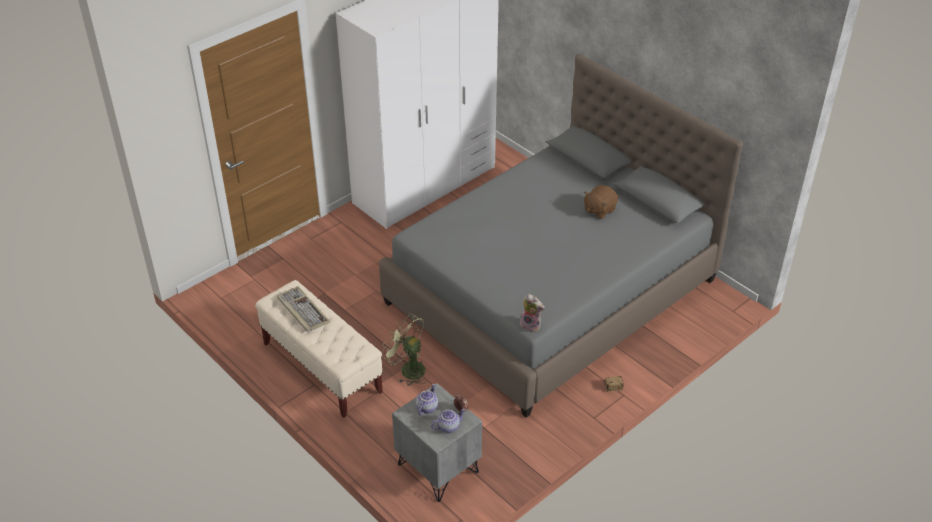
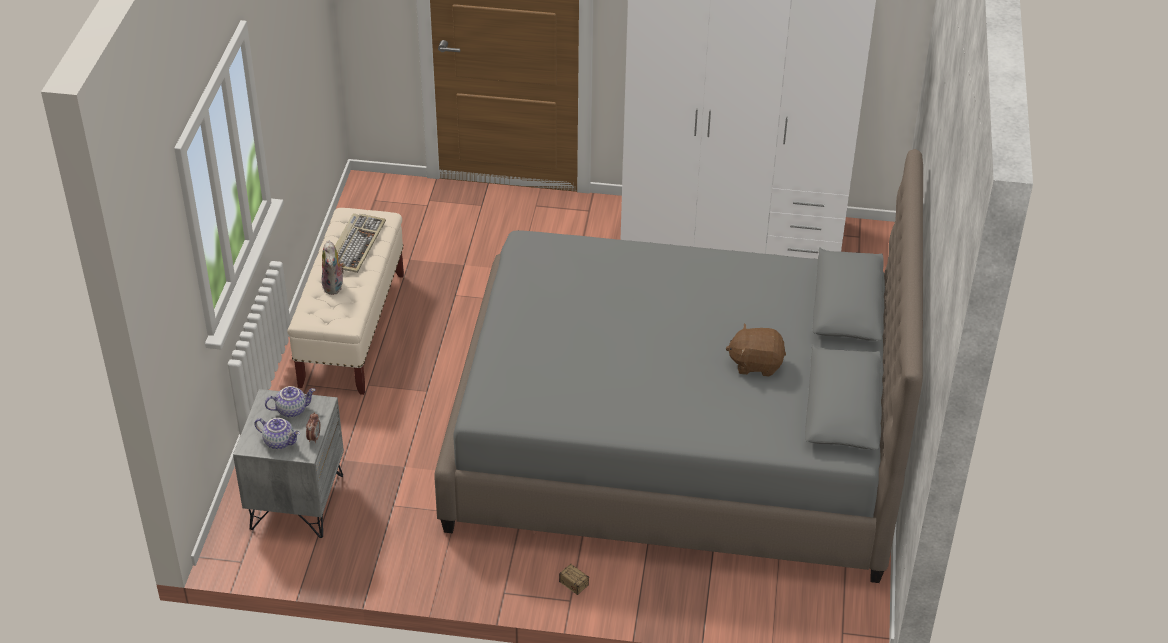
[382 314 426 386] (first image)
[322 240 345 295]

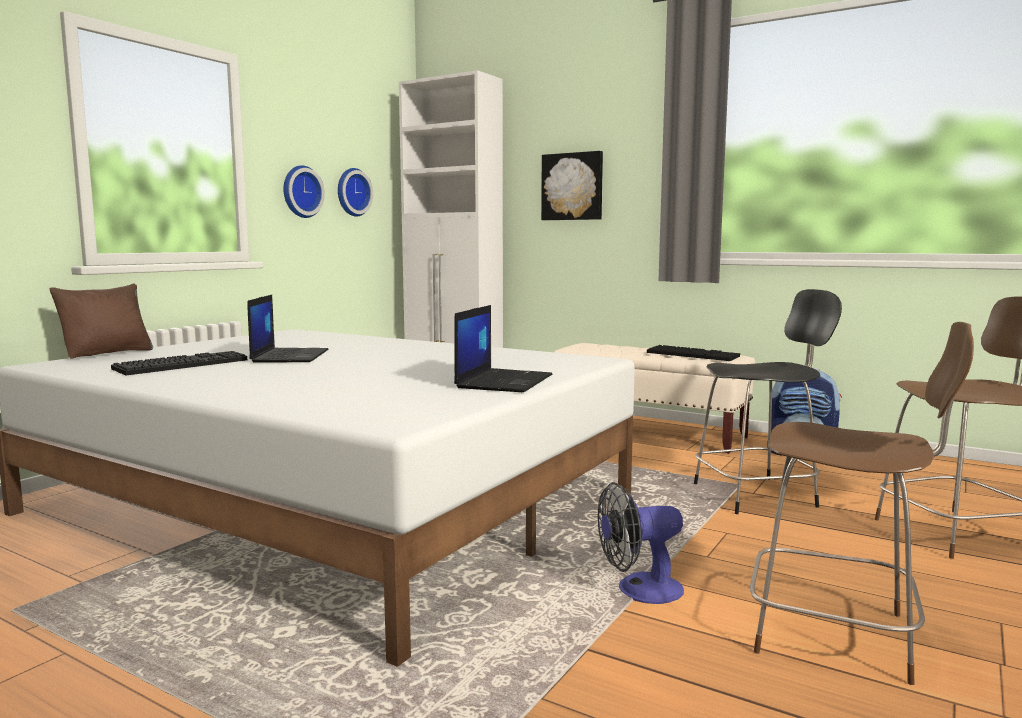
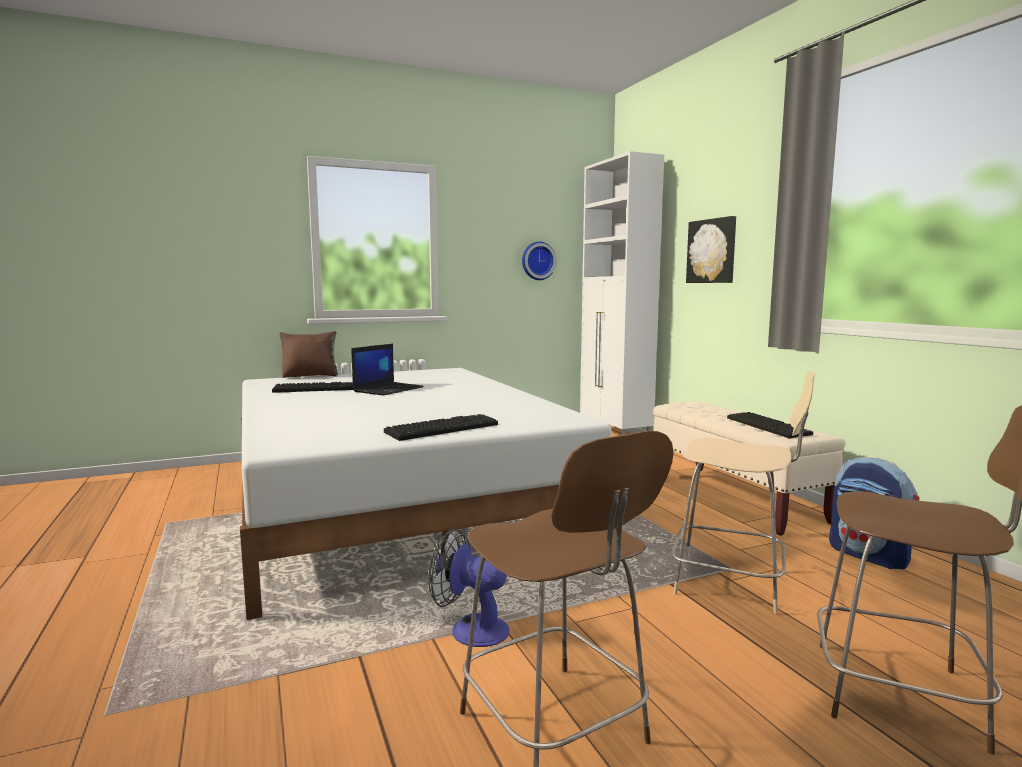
[283 165 325 218] (first image)
[384 414 498 441]
[671 371 815 614]

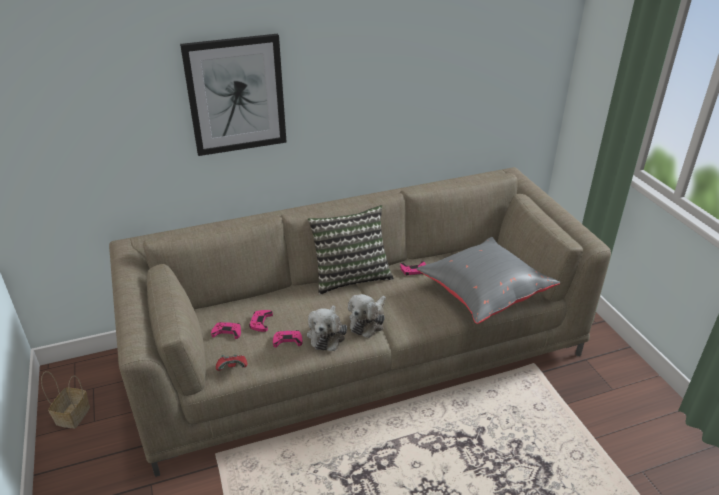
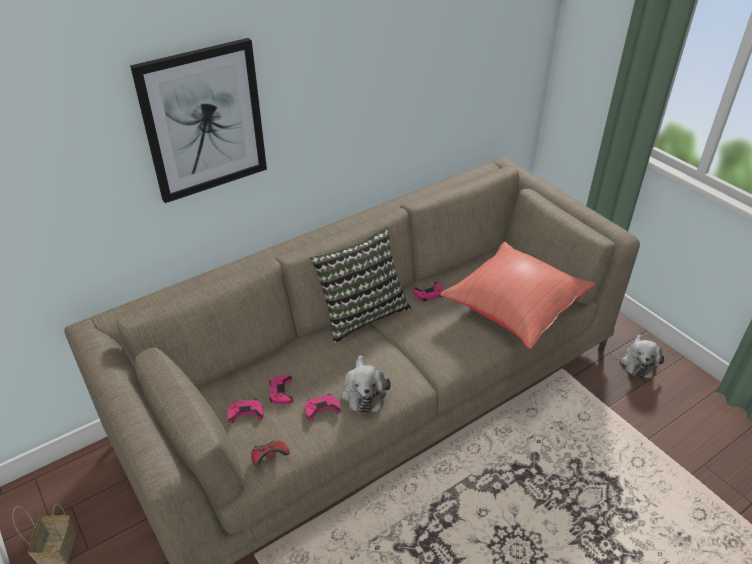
[621 335 664 378]
[440 242 595 349]

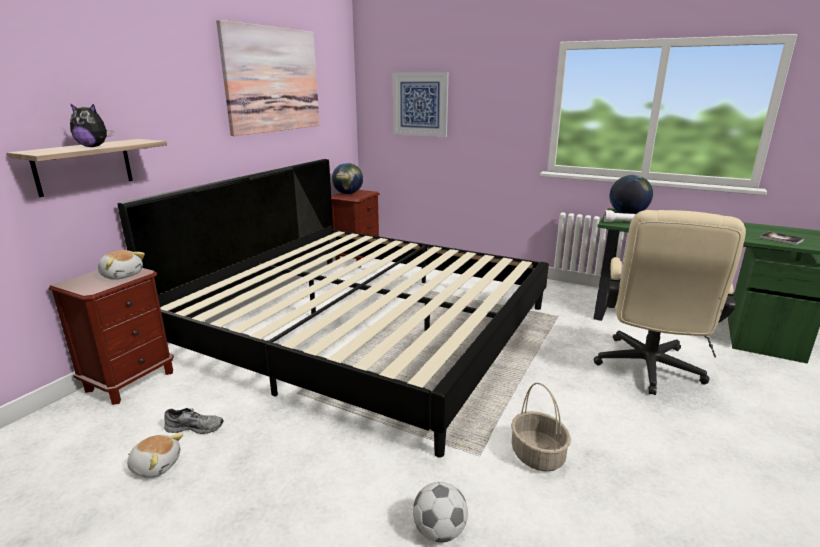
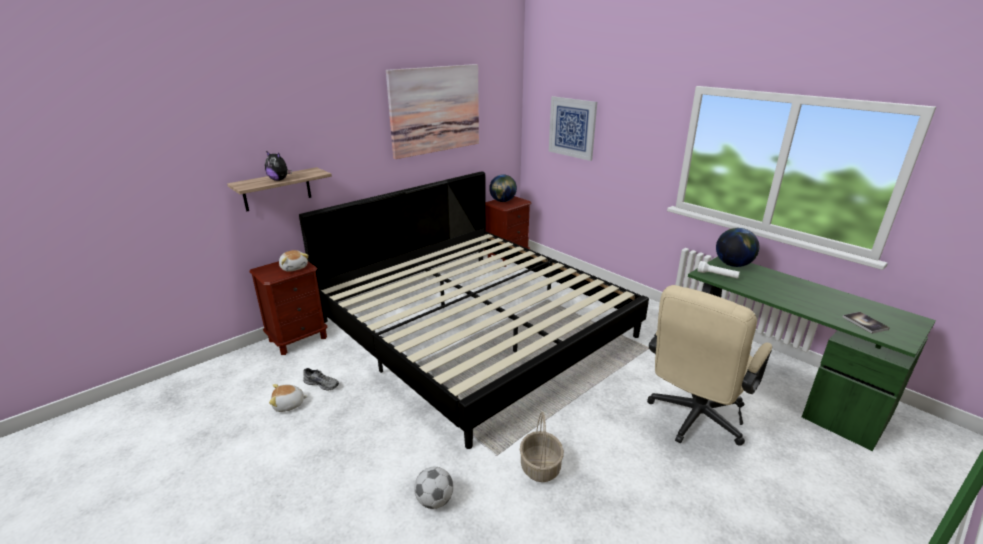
[269 384 308 412]

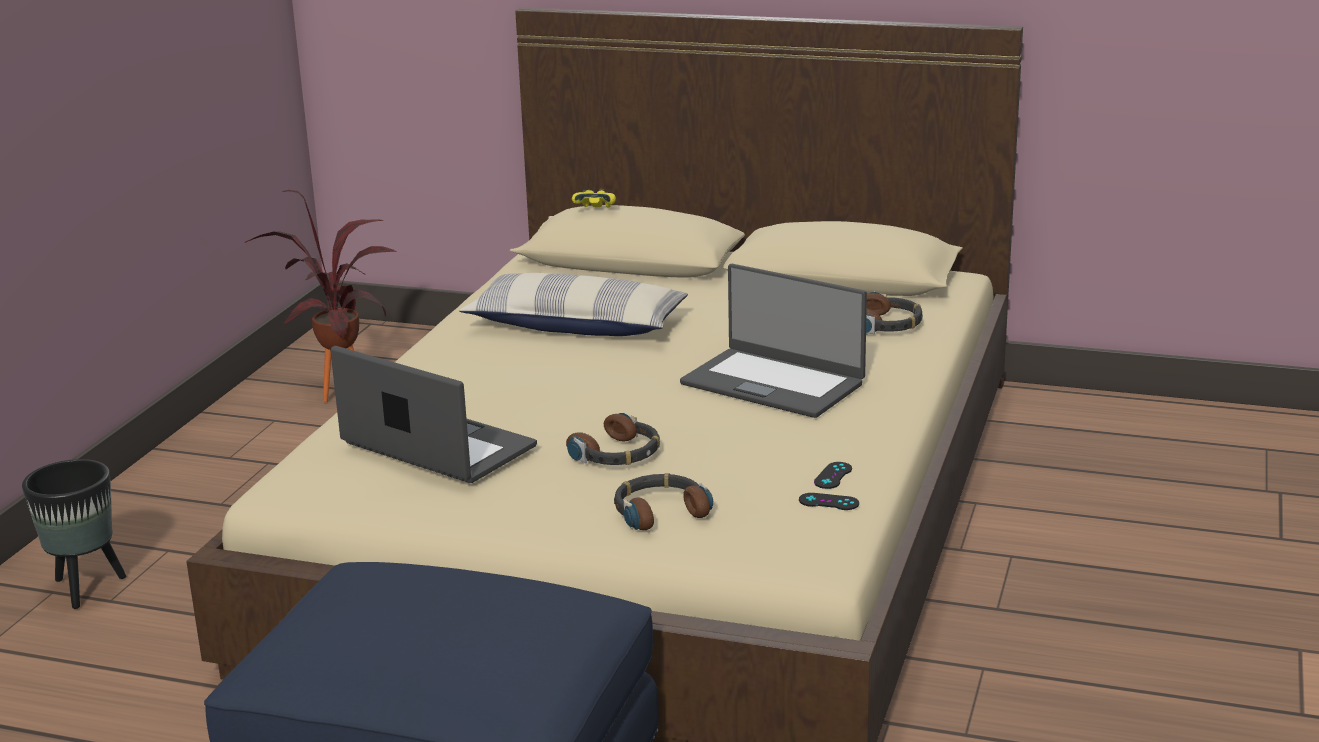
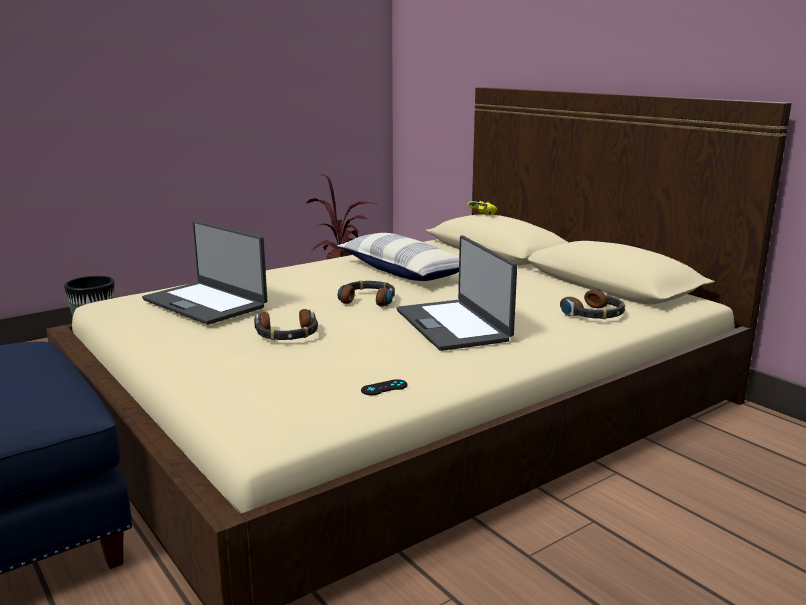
[142 221 267 325]
[338 280 395 306]
[799 493 859 510] (first image)

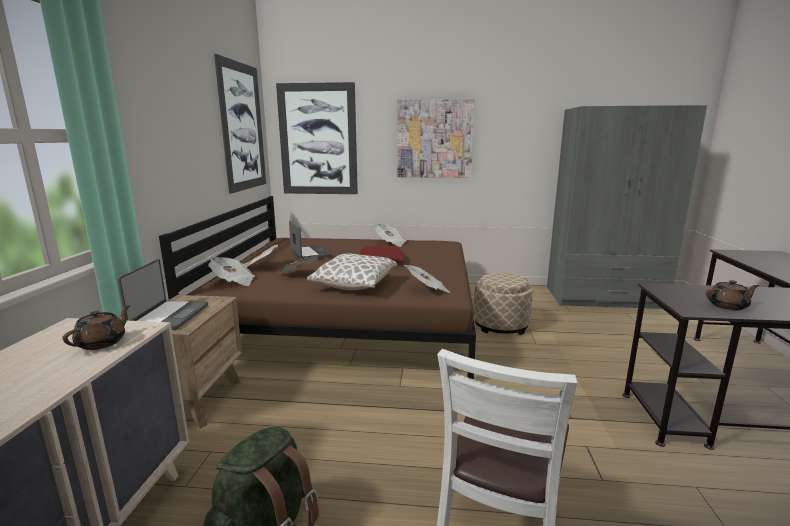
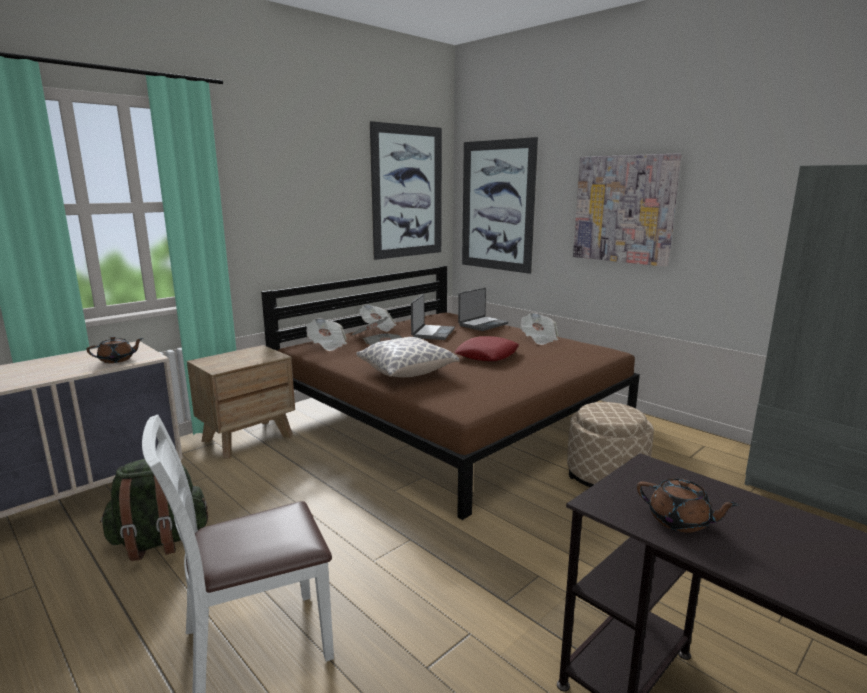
[458 288 509 331]
[359 304 396 332]

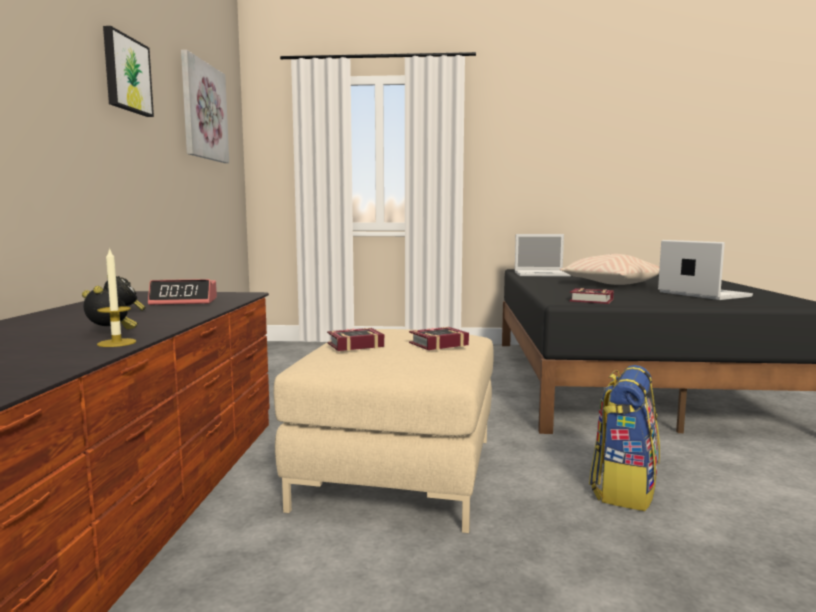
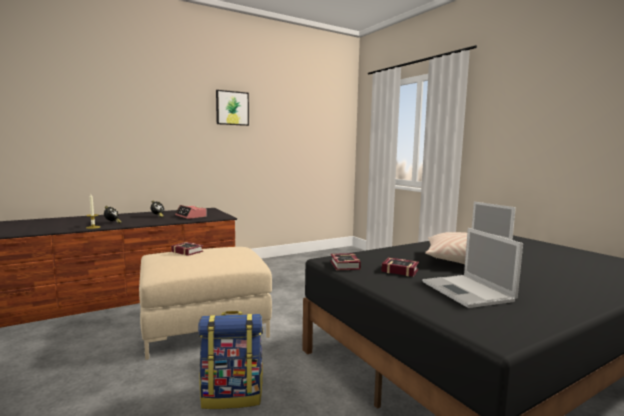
[181 50 229 163] (first image)
[381 257 419 277]
[422 228 523 308]

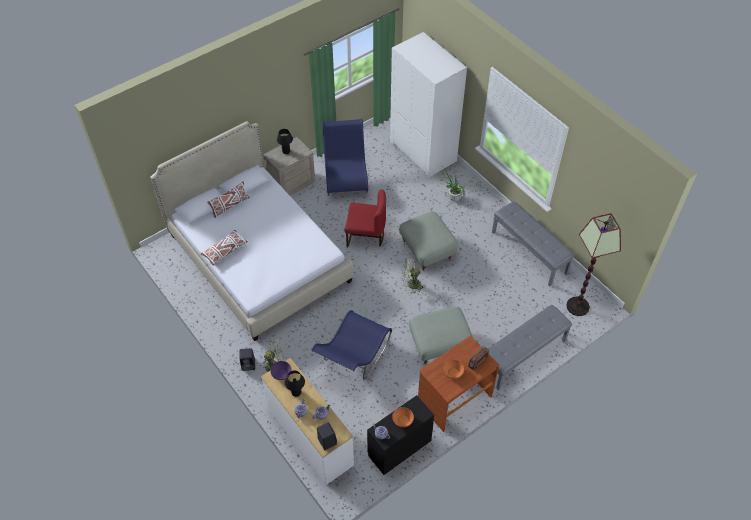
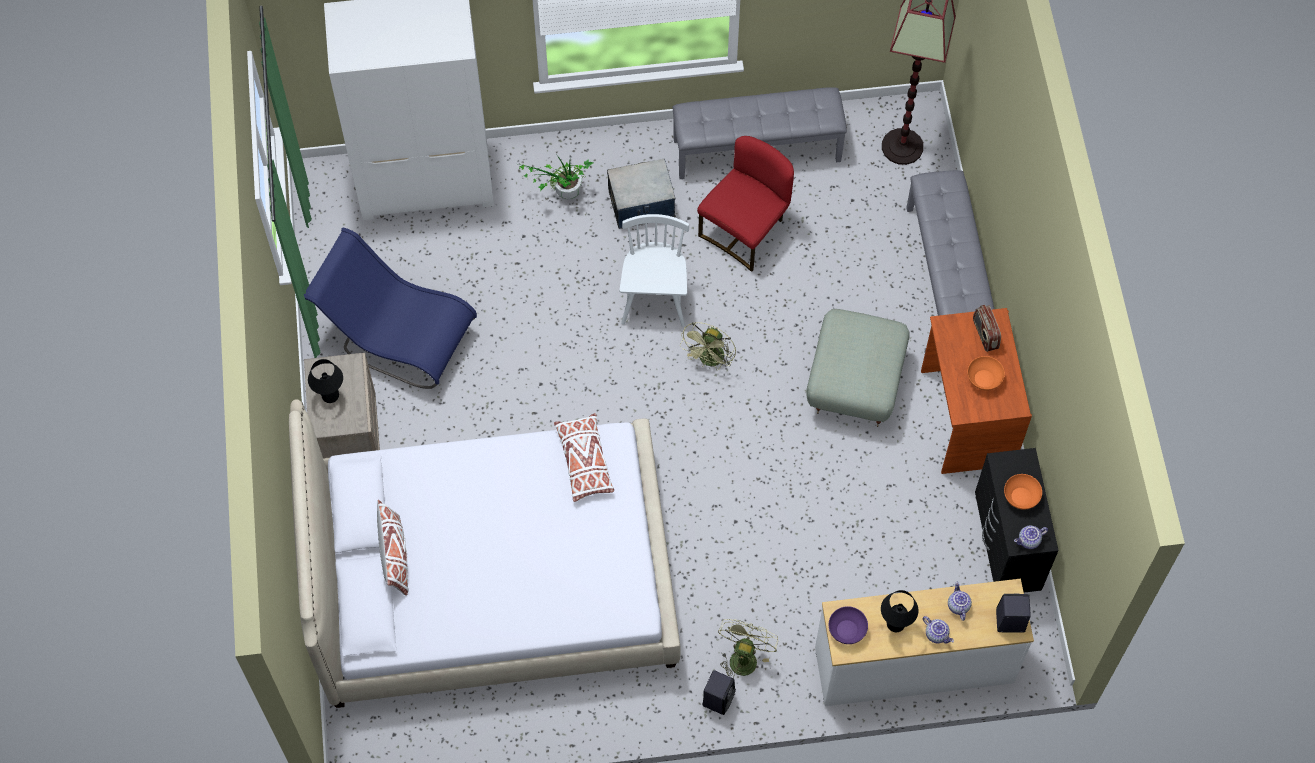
[554 413 614 502]
[311 310 392 380] (first image)
[697 136 794 272]
[619 214 689 327]
[607 159 676 229]

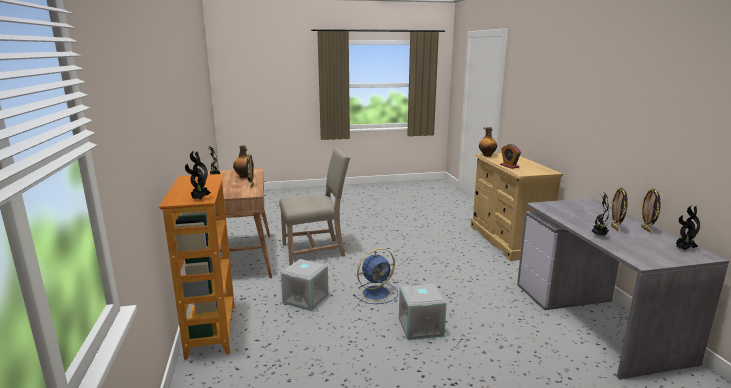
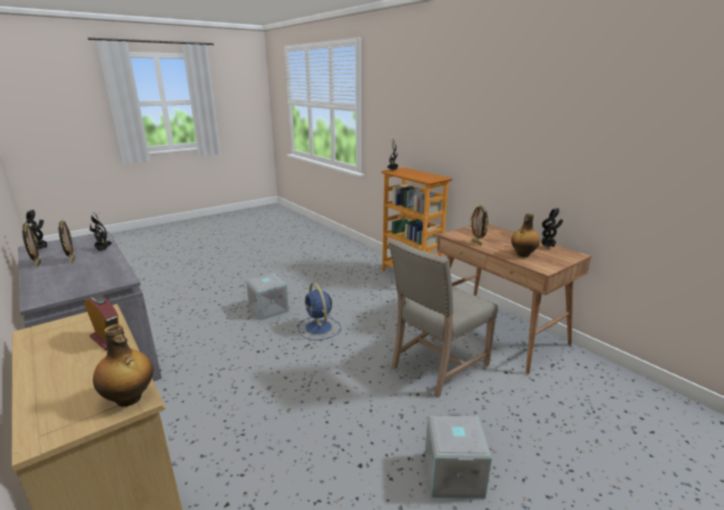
[425 413 492 498]
[298 283 341 340]

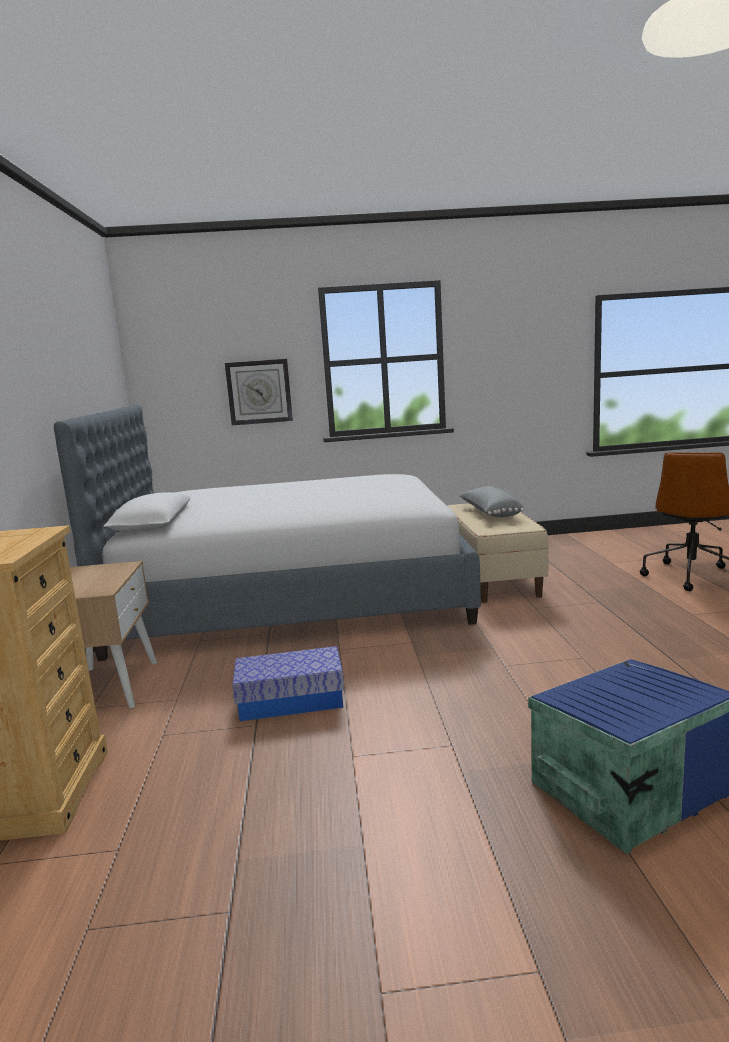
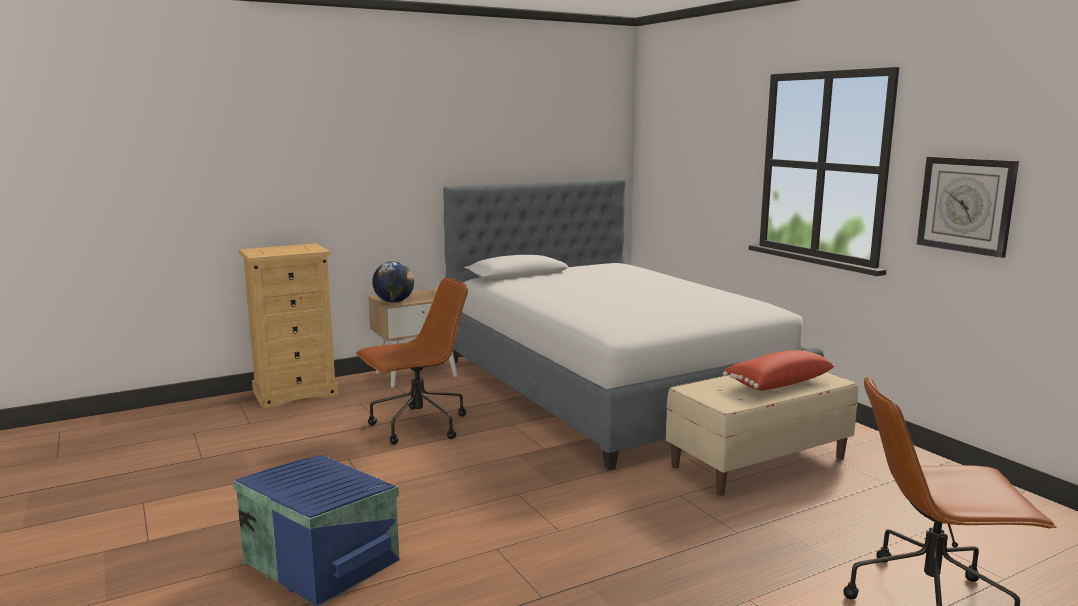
[917 157 1019 258]
[356 277 468 444]
[723 350 835 391]
[372 261 414 303]

